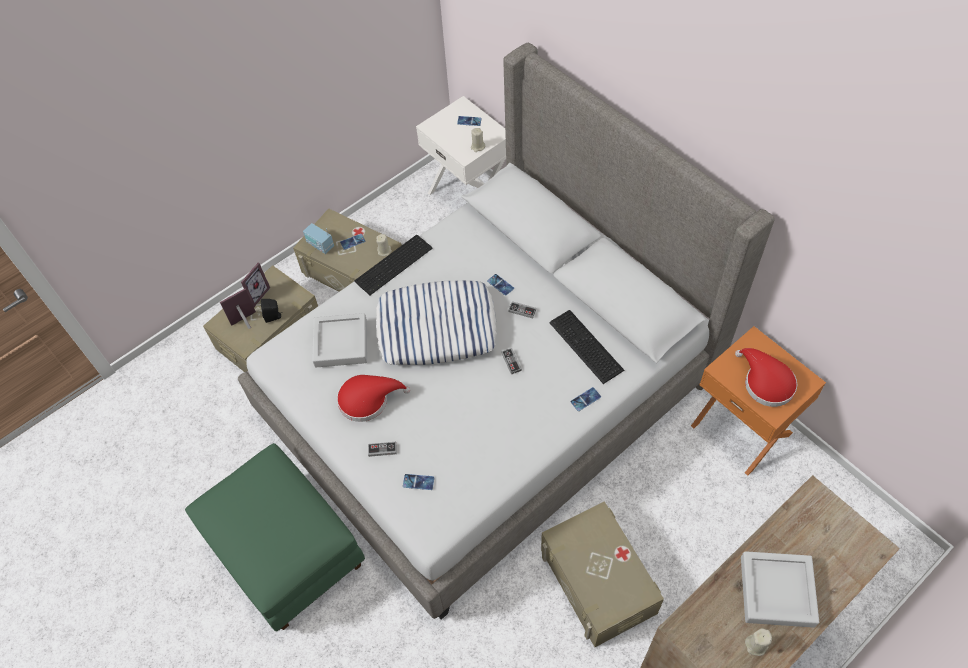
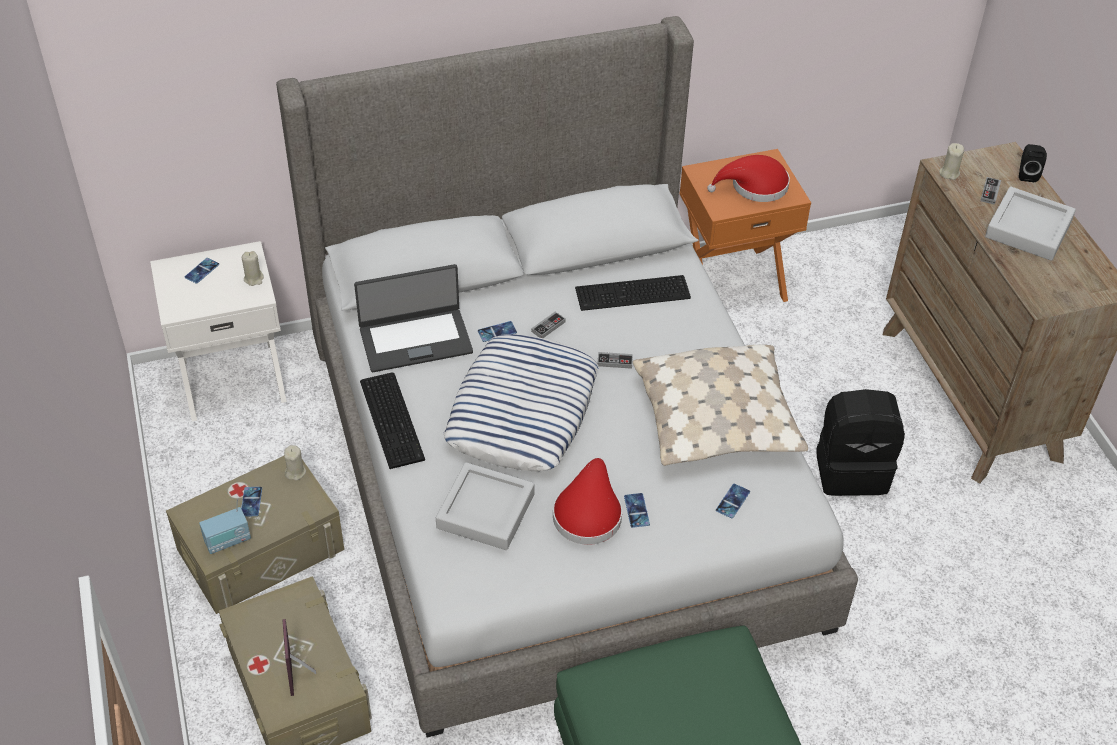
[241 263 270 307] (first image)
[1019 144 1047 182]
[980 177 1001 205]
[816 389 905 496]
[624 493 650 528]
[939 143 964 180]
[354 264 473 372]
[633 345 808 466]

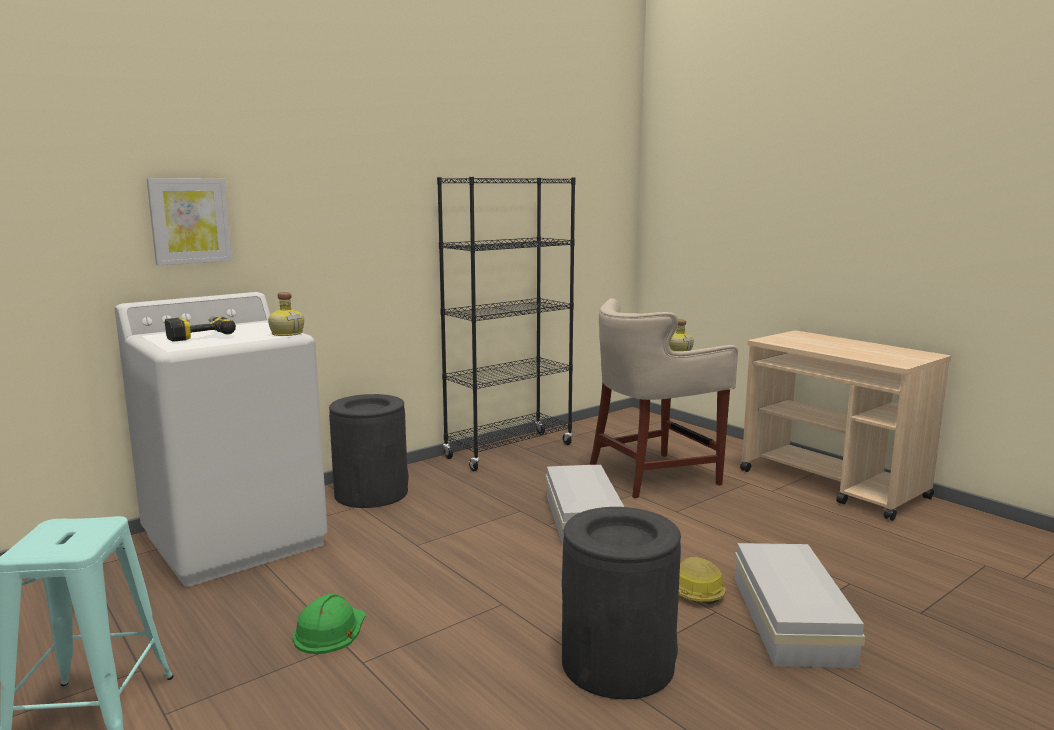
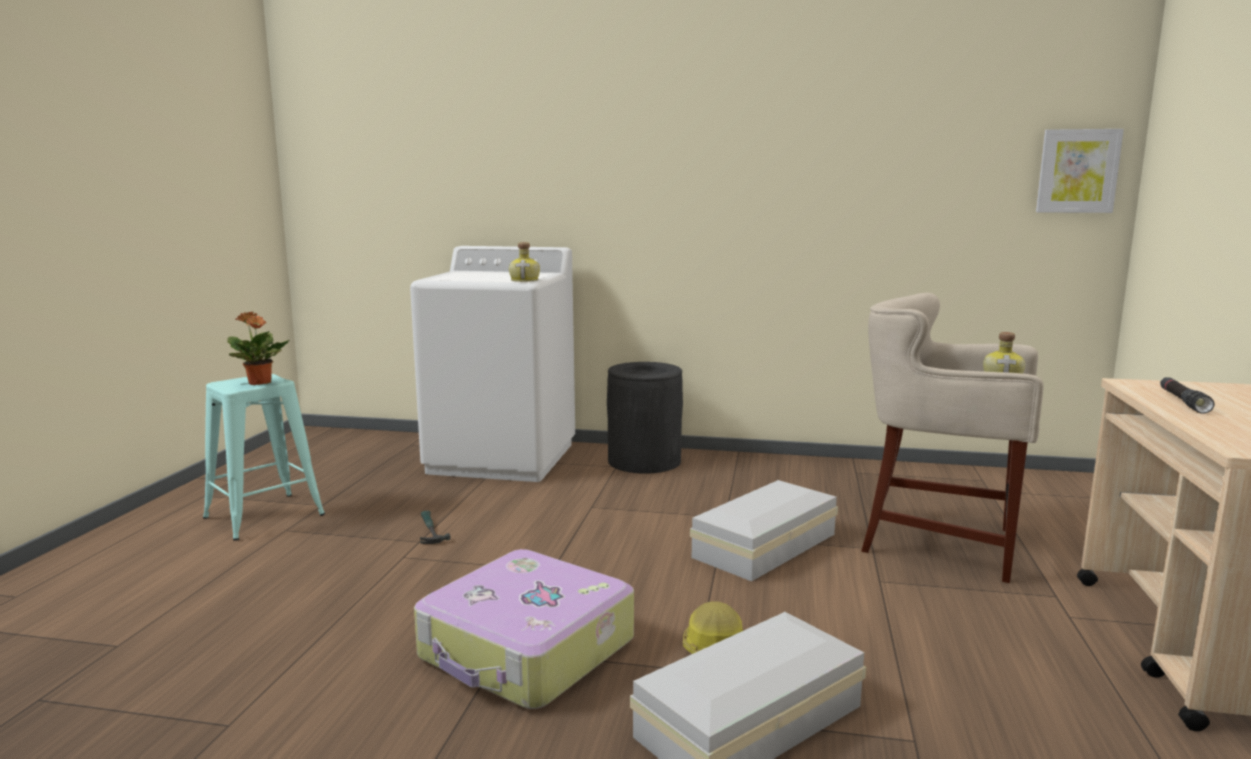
[1036 129 1124 213]
[165 316 236 341] (first image)
[420 511 451 544]
[437 177 575 471] (first image)
[414 549 634 709]
[227 312 290 385]
[1160 377 1214 414]

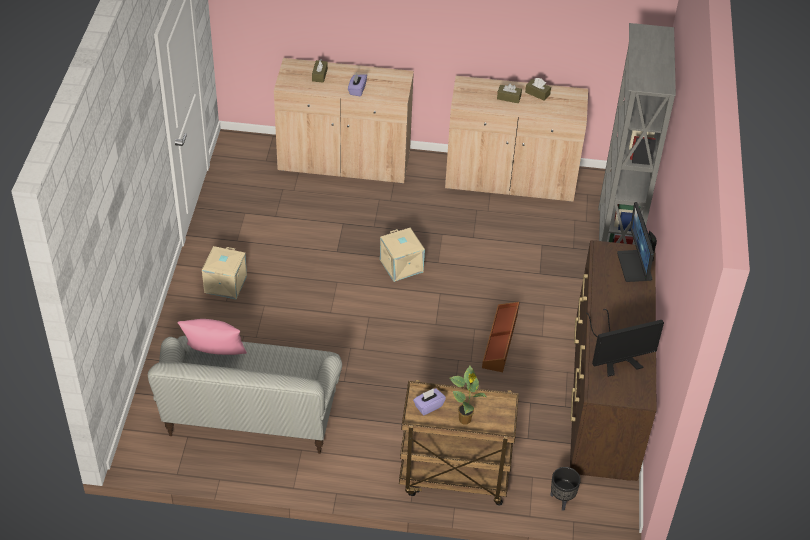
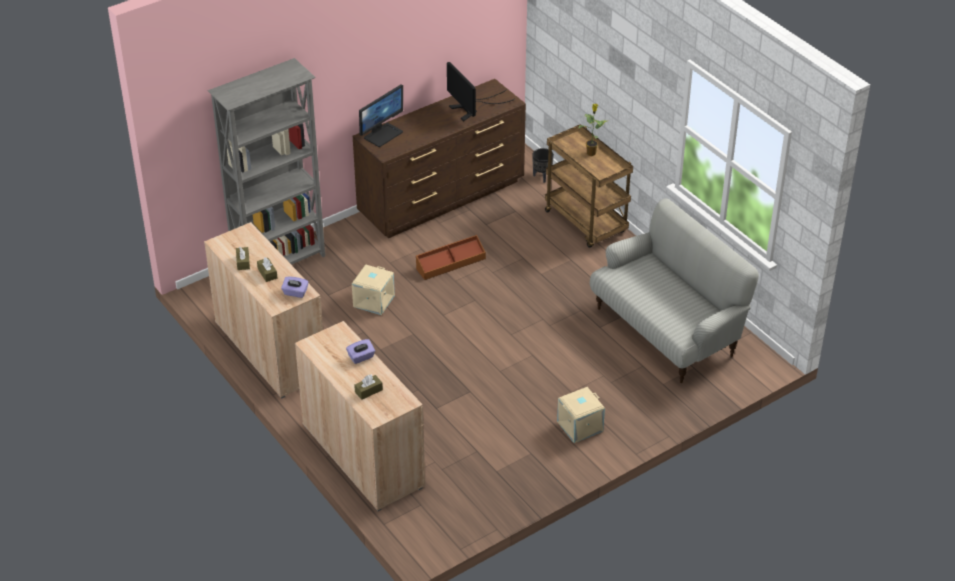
[178 319 247 355] (first image)
[352 264 395 315]
[281 276 309 298]
[447 62 515 121]

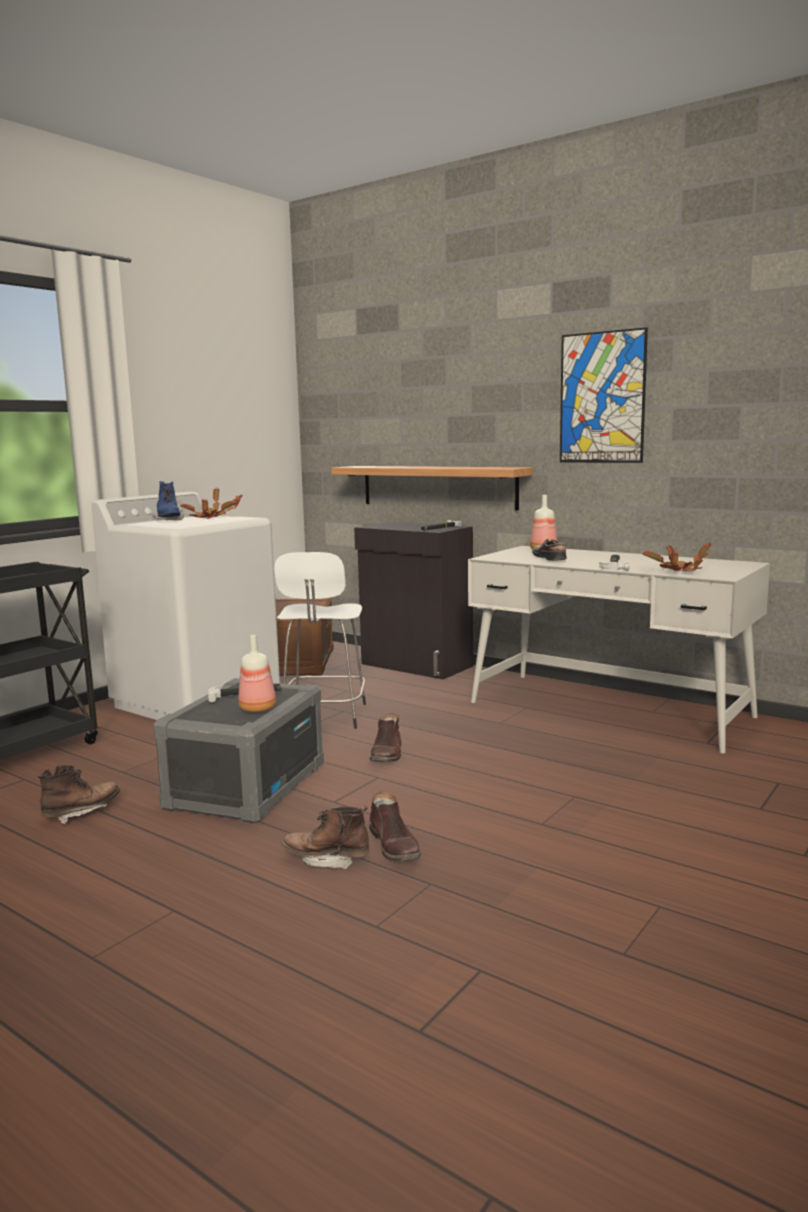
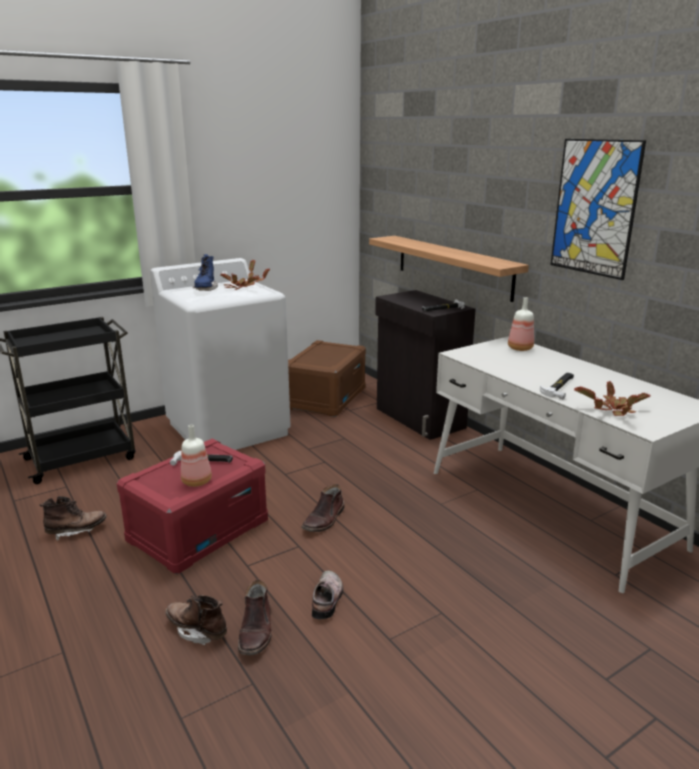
[117 439 268 574]
[274 552 366 729] (first image)
[312 571 343 619]

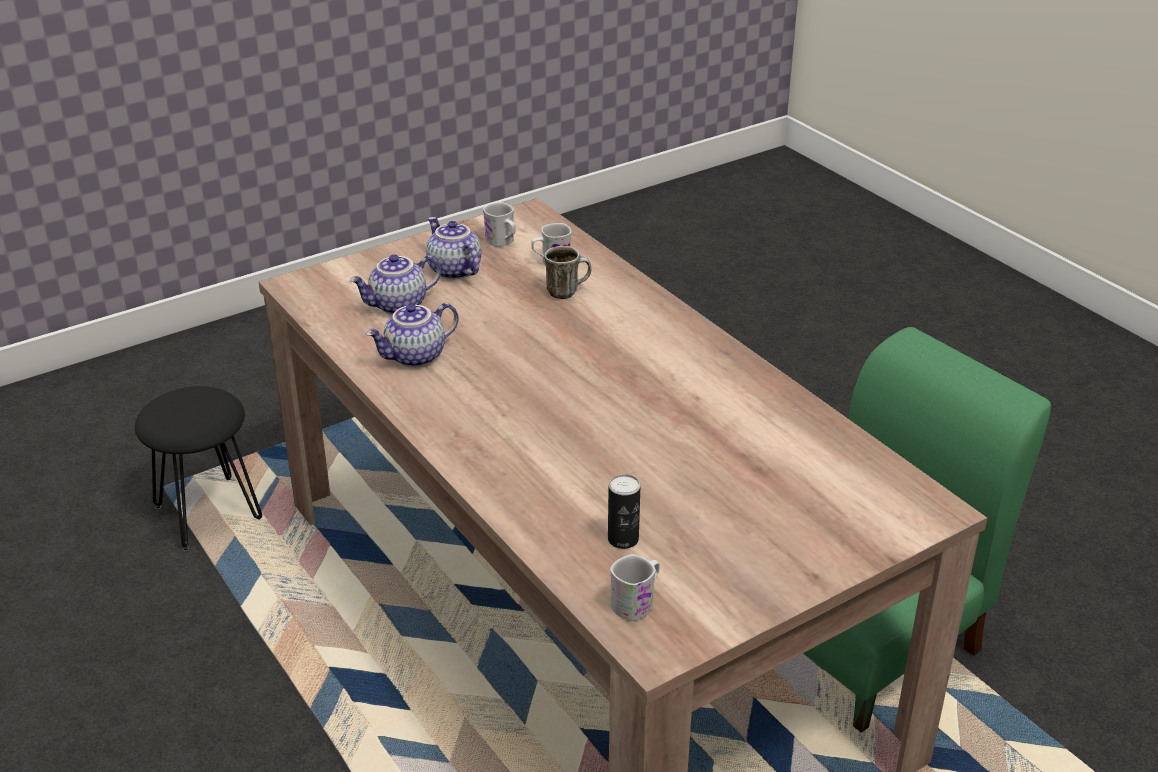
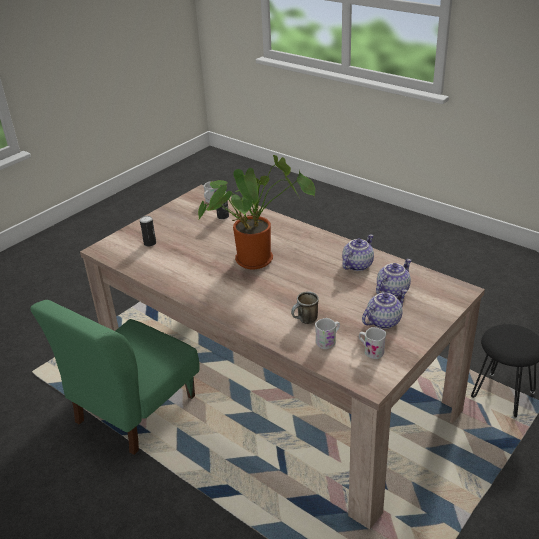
[362 289 407 329]
[140 216 156 246]
[198 155 315 269]

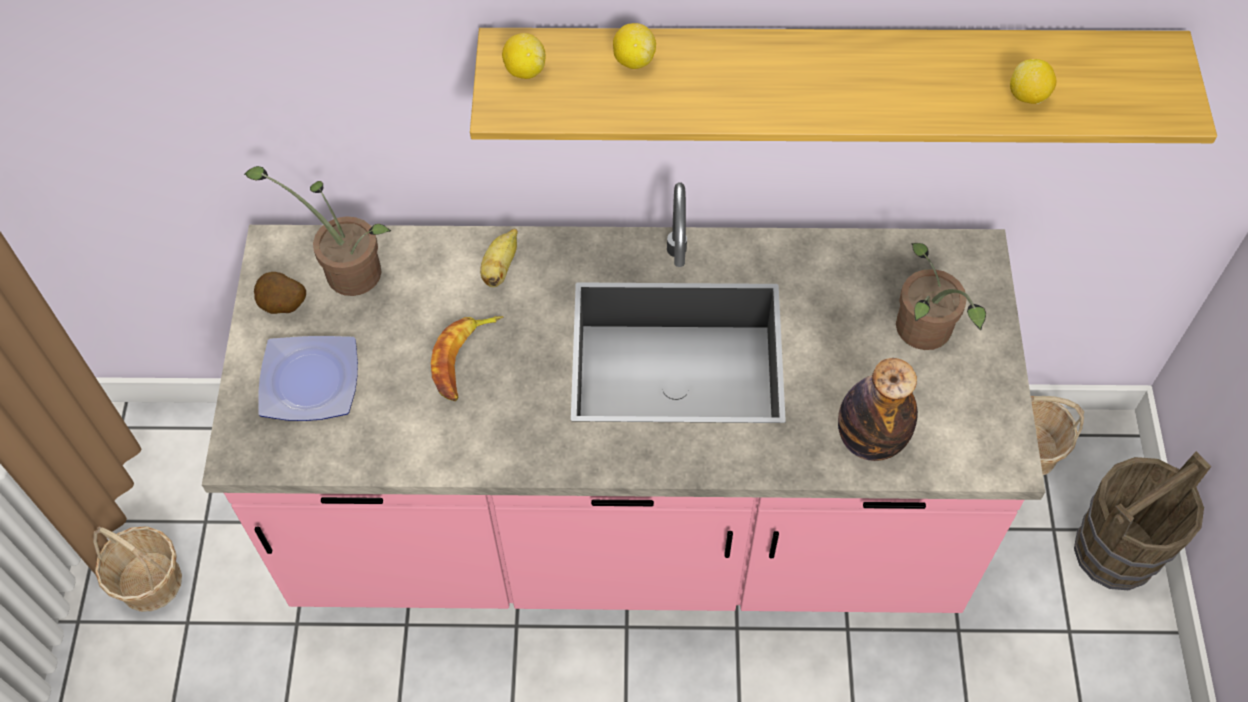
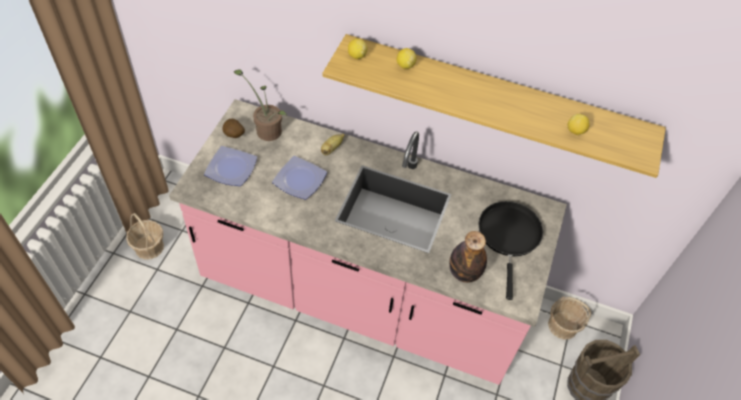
[272 156 327 200]
[479 201 543 300]

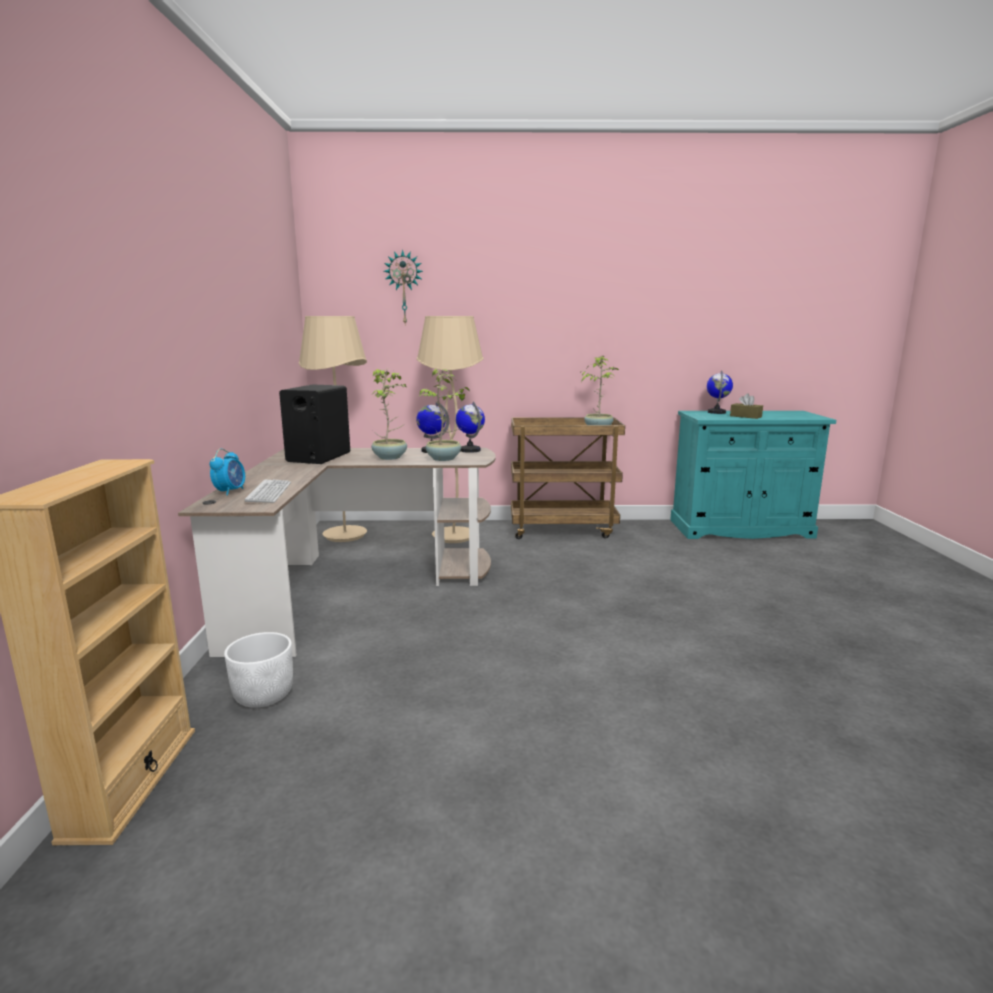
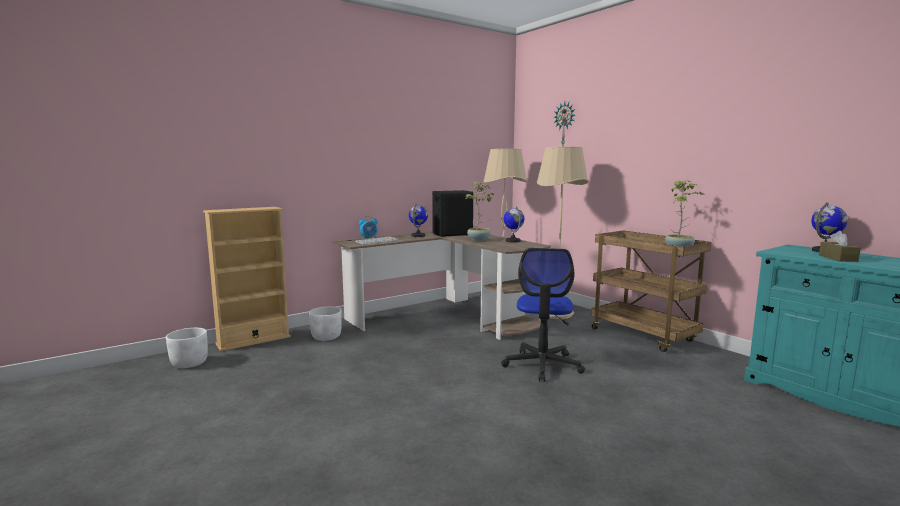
[419 369 469 461] (first image)
[409 204 428 237]
[166 328 208 368]
[501 248 585 382]

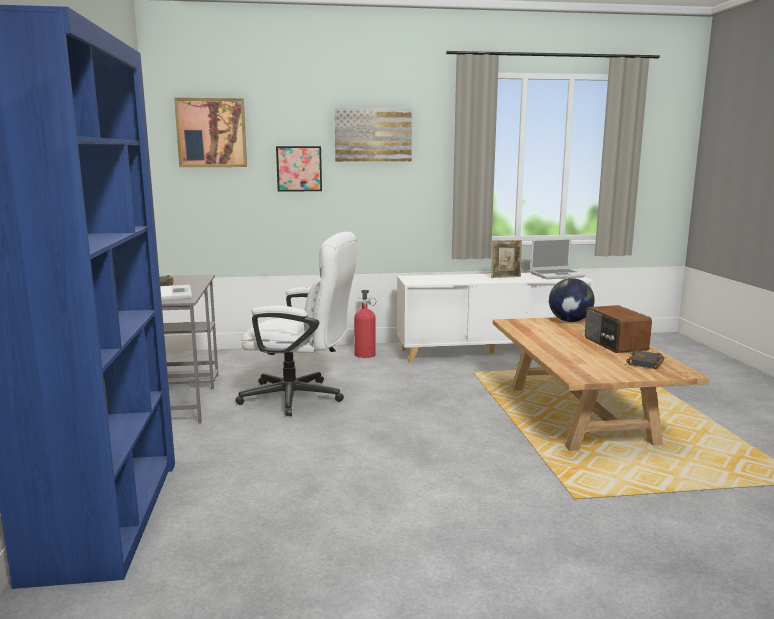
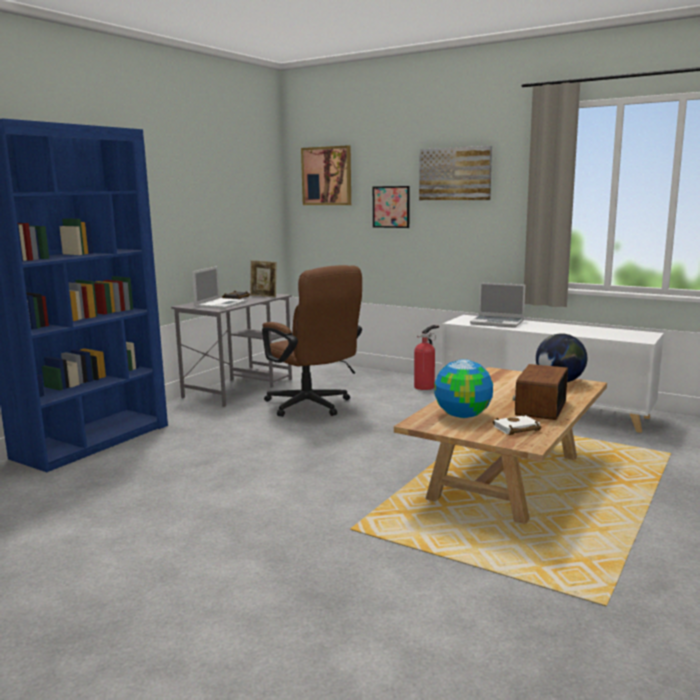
[262 265 362 417]
[250 260 277 297]
[470 282 526 328]
[493 414 541 435]
[434 359 493 418]

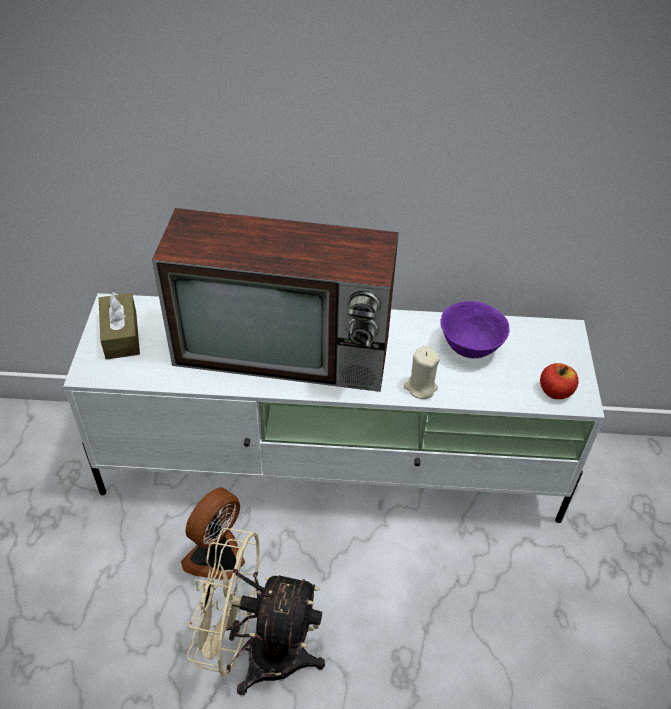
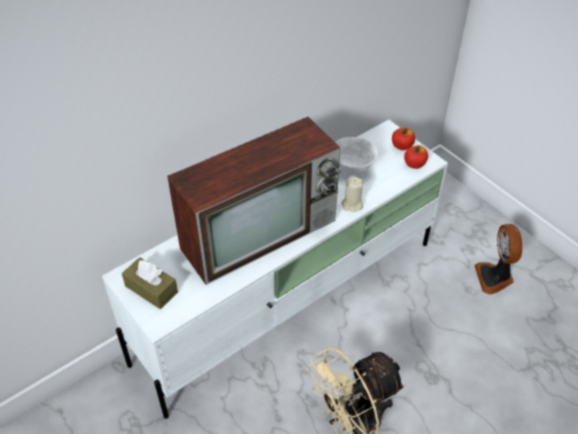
[474 224 522 294]
[335 137 378 175]
[392 128 415 150]

